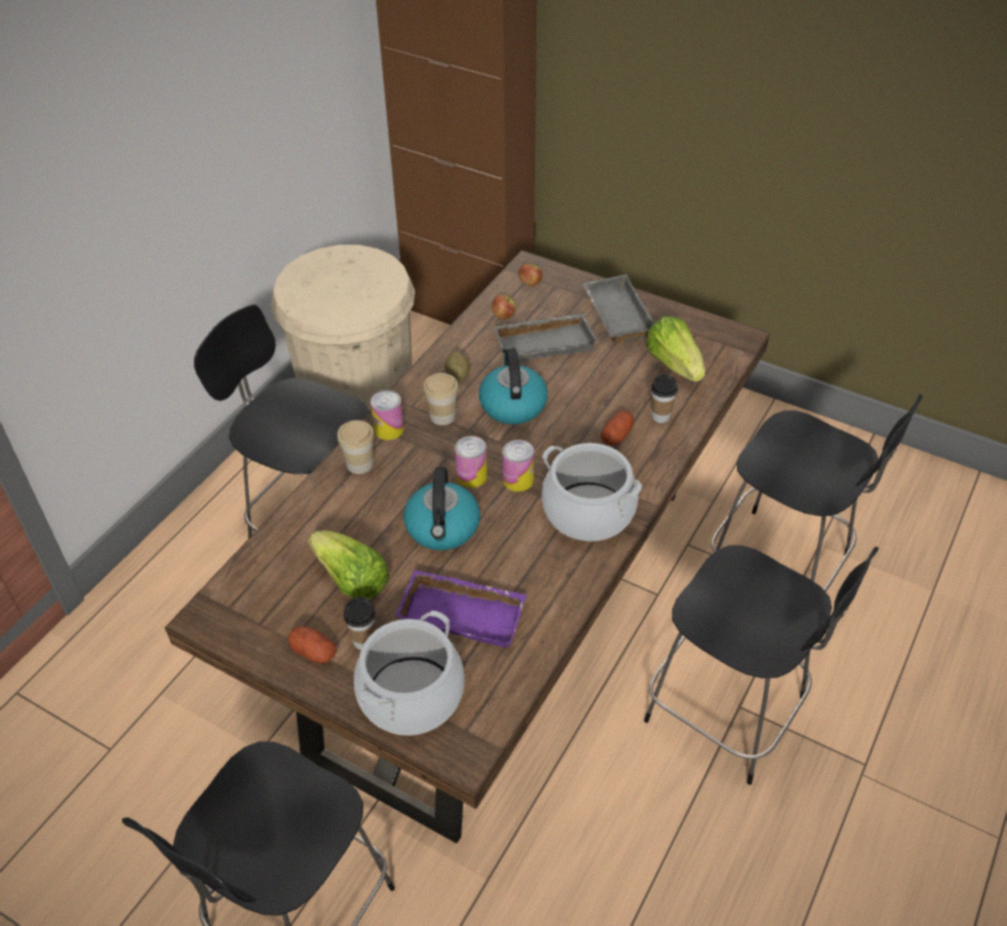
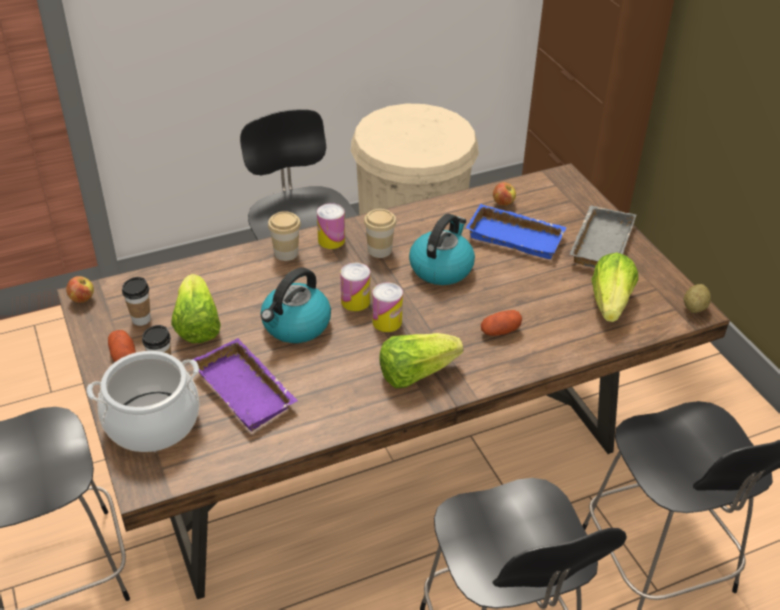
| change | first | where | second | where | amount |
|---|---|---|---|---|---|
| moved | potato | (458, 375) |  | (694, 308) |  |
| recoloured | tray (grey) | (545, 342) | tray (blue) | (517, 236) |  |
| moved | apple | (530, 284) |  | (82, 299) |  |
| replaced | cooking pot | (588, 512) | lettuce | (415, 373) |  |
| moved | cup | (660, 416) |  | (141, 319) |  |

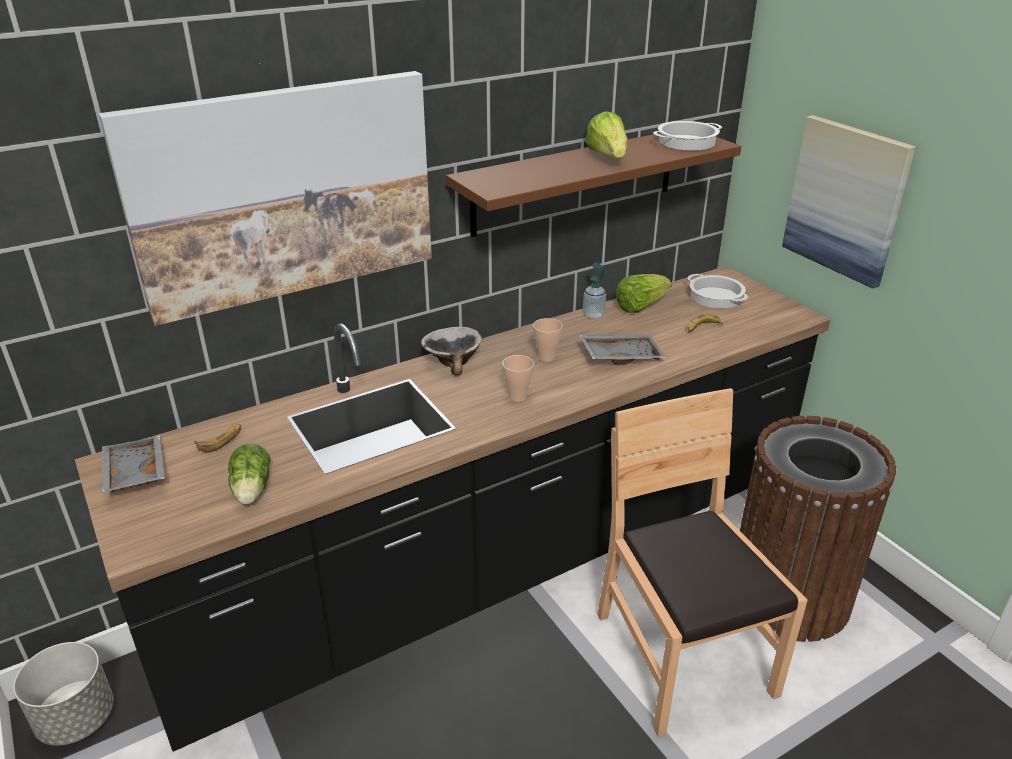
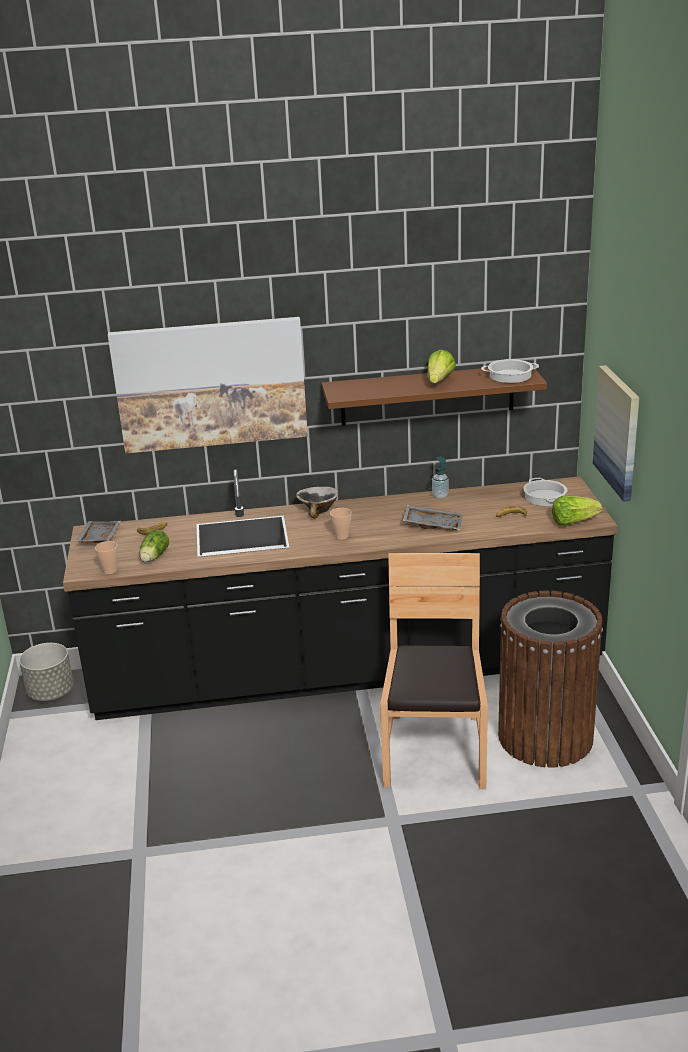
| change | first | where | second | where | amount |
|---|---|---|---|---|---|
| moved | cup | (546, 357) |  | (110, 571) |  |
| moved | lettuce | (640, 306) |  | (573, 522) |  |

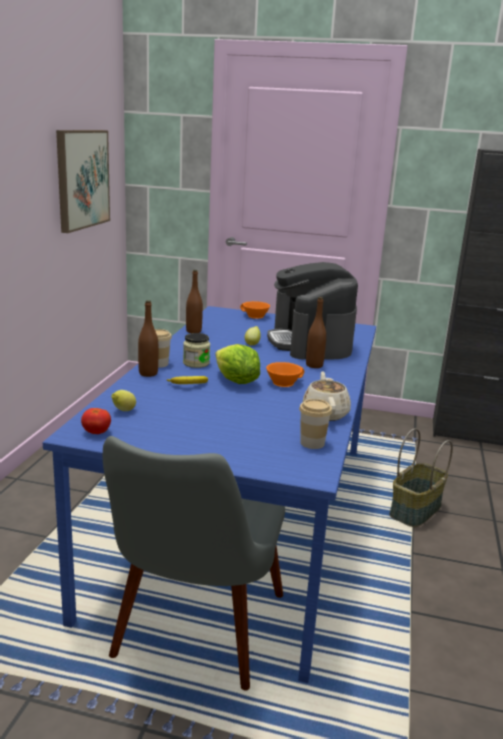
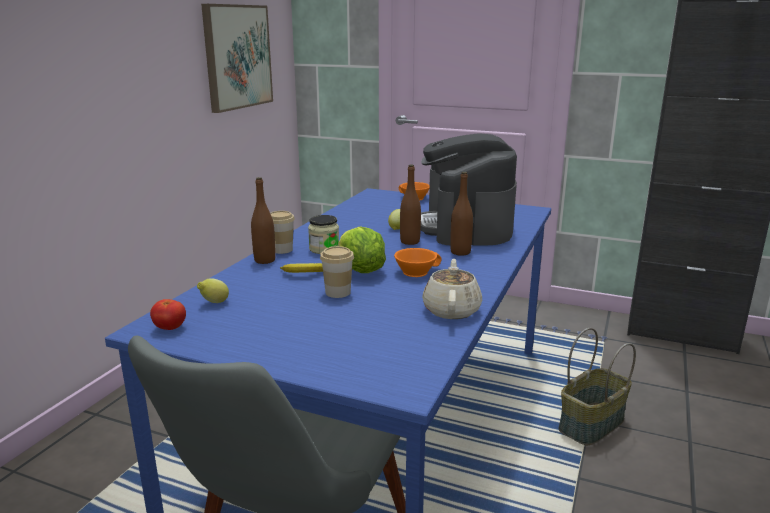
| change | first | where | second | where | amount |
|---|---|---|---|---|---|
| moved | bottle (brown) | (193, 331) |  | (410, 242) |  |
| moved | cup | (312, 443) |  | (338, 292) |  |

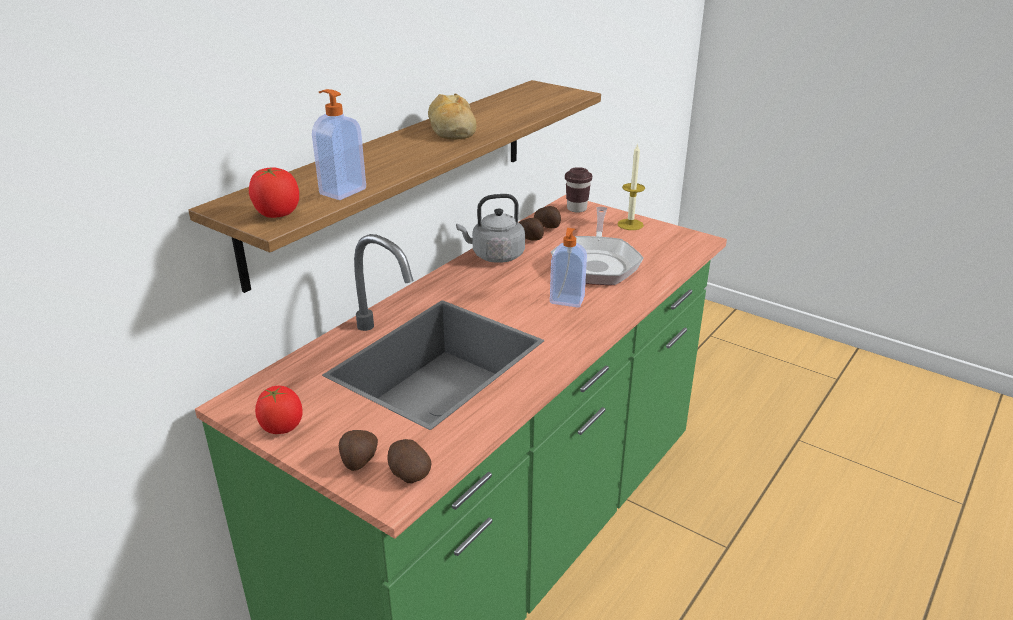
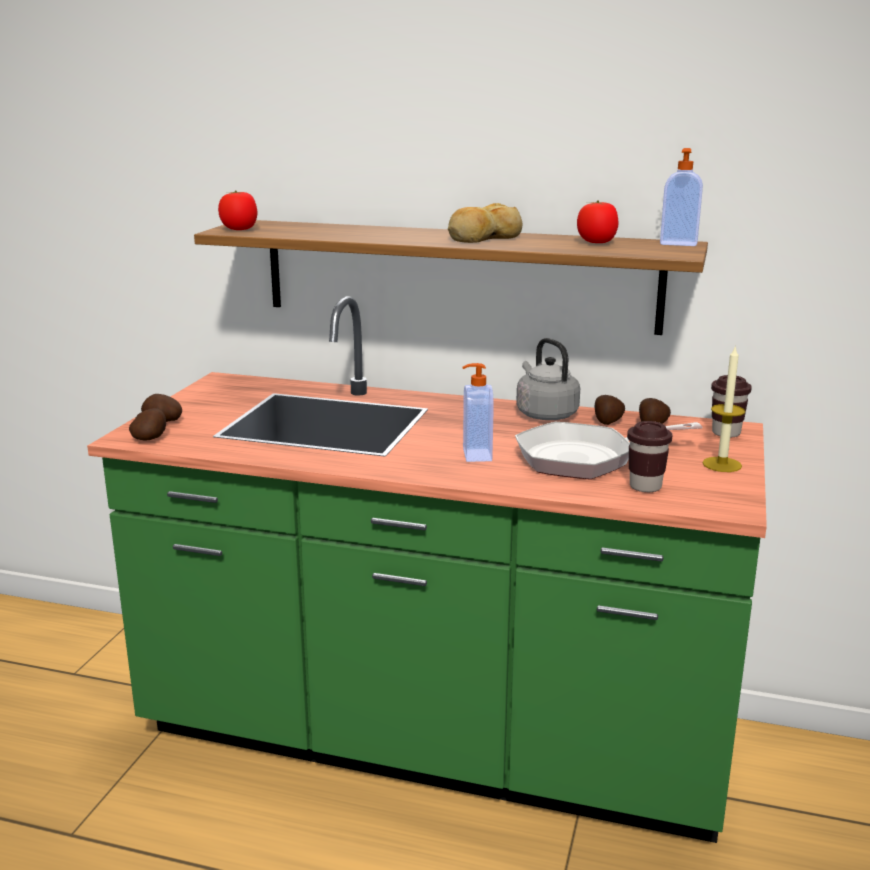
| change | first | where | second | where | amount |
|---|---|---|---|---|---|
| moved | tomato | (281, 427) |  | (597, 242) |  |
| moved | soap dispenser | (342, 191) |  | (678, 243) |  |
| added |  |  | cup (brown) | (645, 486) |  |

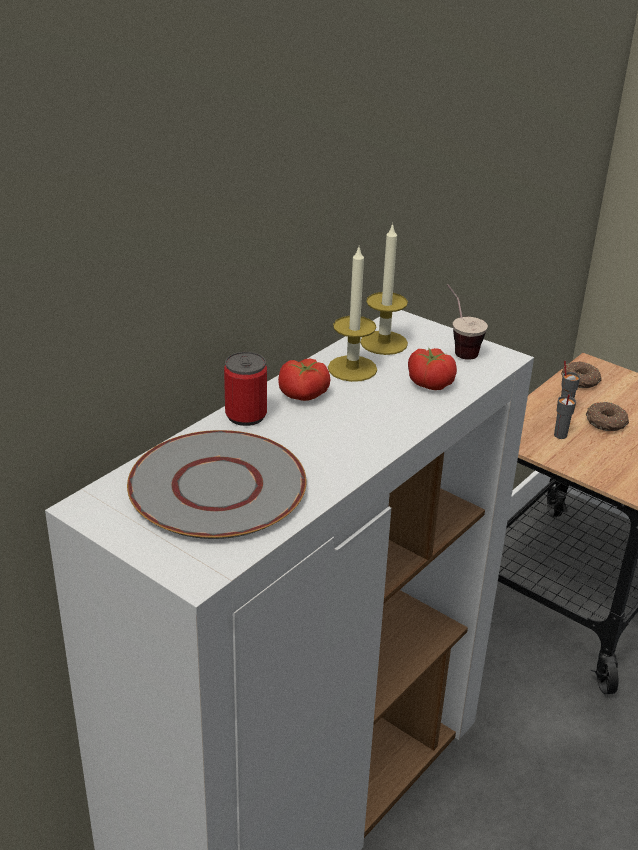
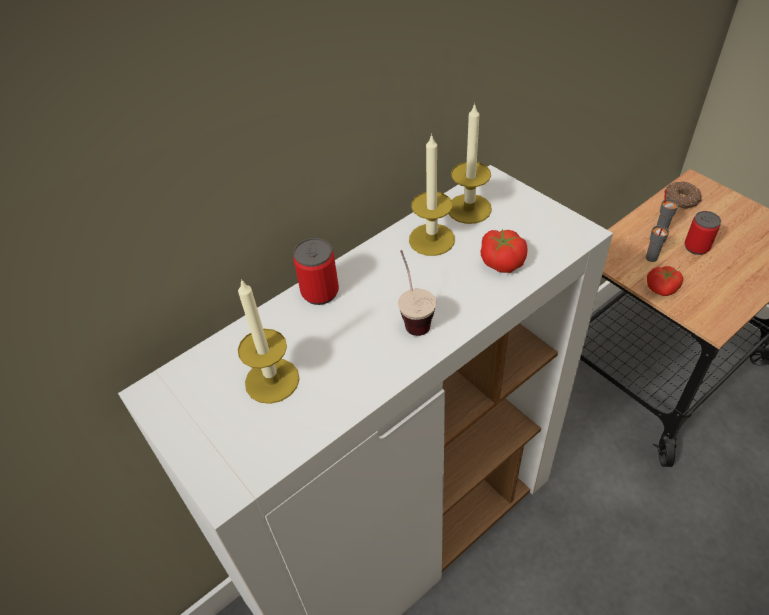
| change | first | where | second | where | amount |
|---|---|---|---|---|---|
| replaced | plate (grey) | (217, 488) | candle | (272, 380) |  |
| moved | tomato | (304, 395) |  | (662, 289) |  |
| moved | cup | (458, 348) |  | (413, 315) |  |
| replaced | donut | (605, 423) | can | (696, 247) |  |

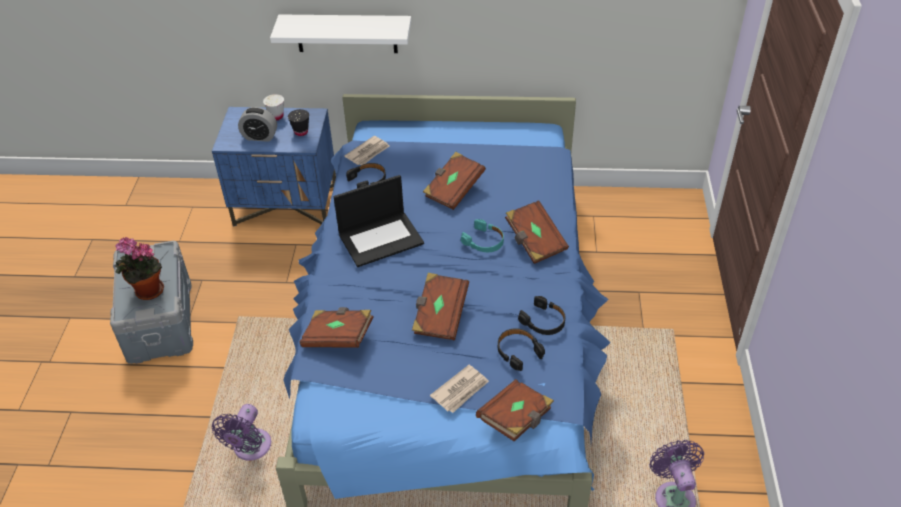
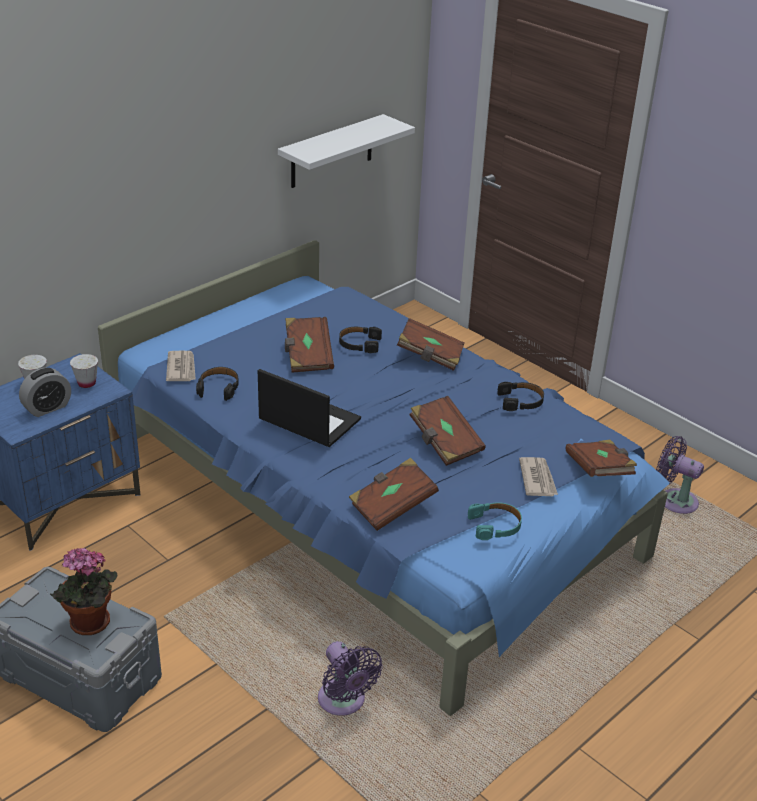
| change | first | where | second | where | amount |
|---|---|---|---|---|---|
| moved | shelf (white) | (346, 33) |  | (332, 152) |  |
| recoloured | cup (black) | (301, 132) | cup (white) | (86, 383) |  |
| turned | laptop | (381, 238) |  | (308, 420) | 75 degrees counterclockwise |
| moved | headphones (turquoise) | (484, 241) |  | (495, 526) |  |
| moved | headphones (black) | (518, 351) |  | (359, 344) |  |

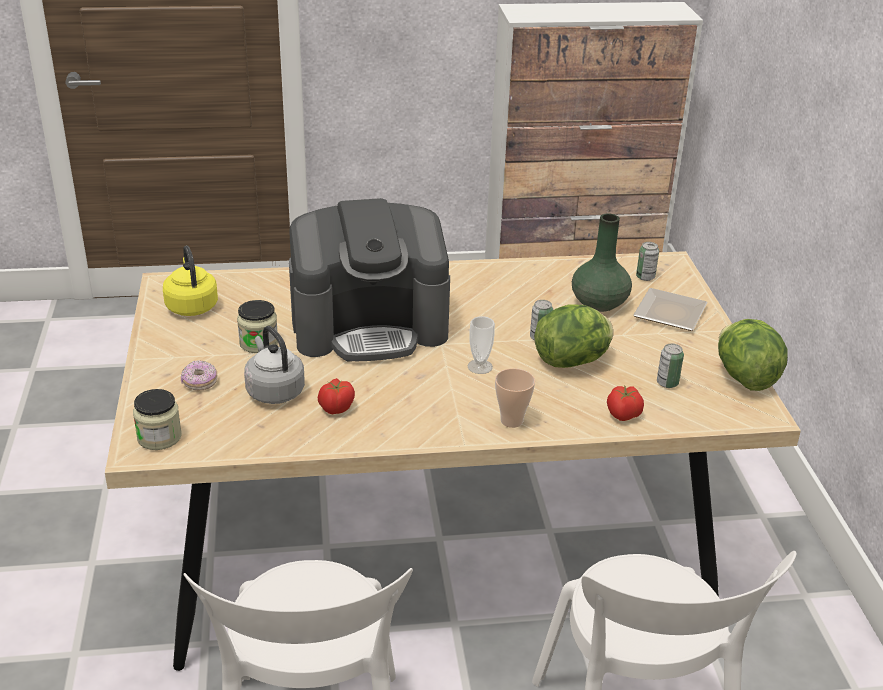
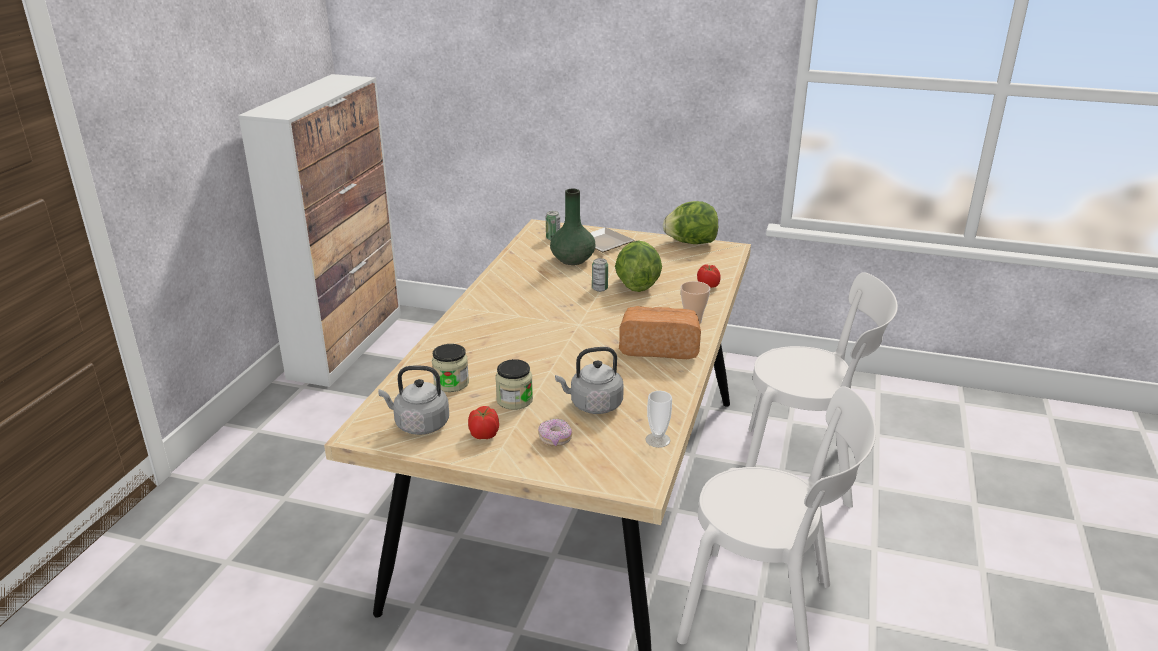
| change | first | where | second | where | amount |
|---|---|---|---|---|---|
| moved | jar | (159, 437) |  | (451, 383) |  |
| recoloured | kettle (yellow) | (191, 305) | kettle (grey) | (419, 424) |  |
| removed | coffee machine | (370, 326) |  |  |  |
| moved | tomato | (336, 408) |  | (483, 434) |  |
| moved | cup | (480, 366) |  | (657, 440) |  |
| removed | can | (667, 383) |  |  |  |
| added |  |  | bread | (659, 347) |  |

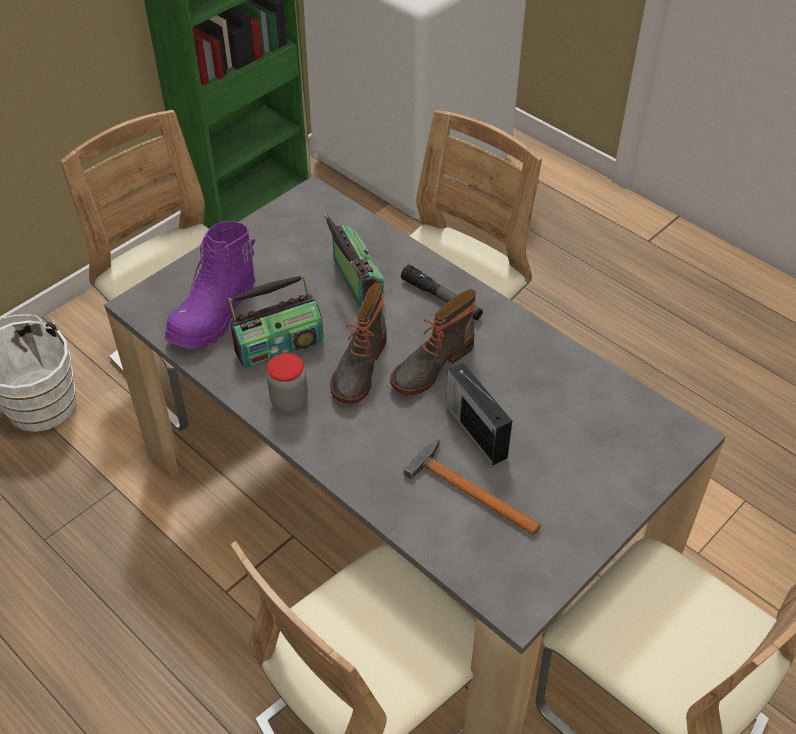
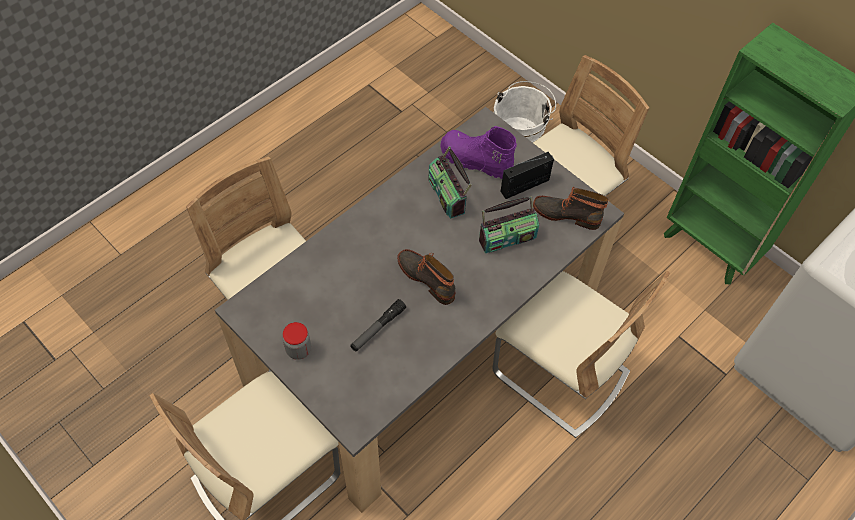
| change | first | where | second | where | amount |
|---|---|---|---|---|---|
| moved | jar | (289, 402) |  | (298, 350) |  |
| moved | boot | (358, 368) |  | (566, 214) |  |
| moved | flashlight | (441, 299) |  | (378, 328) |  |
| removed | hammer | (469, 489) |  |  |  |
| moved | radio | (475, 430) |  | (525, 185) |  |

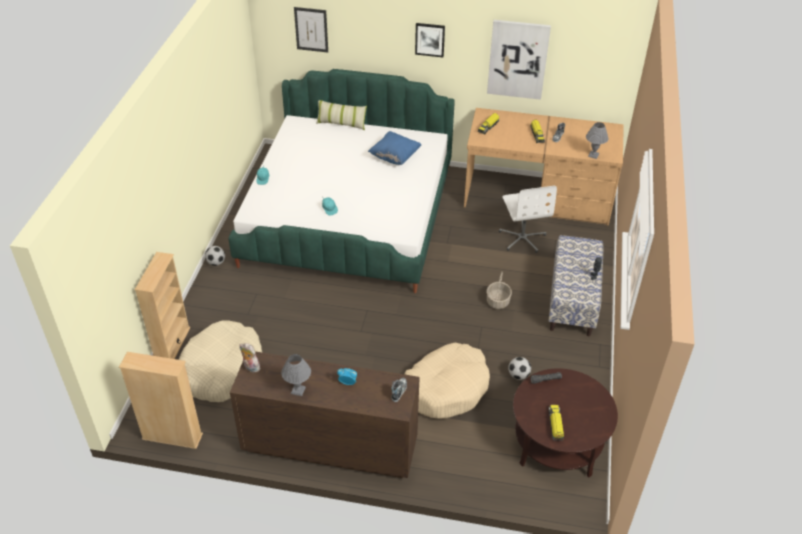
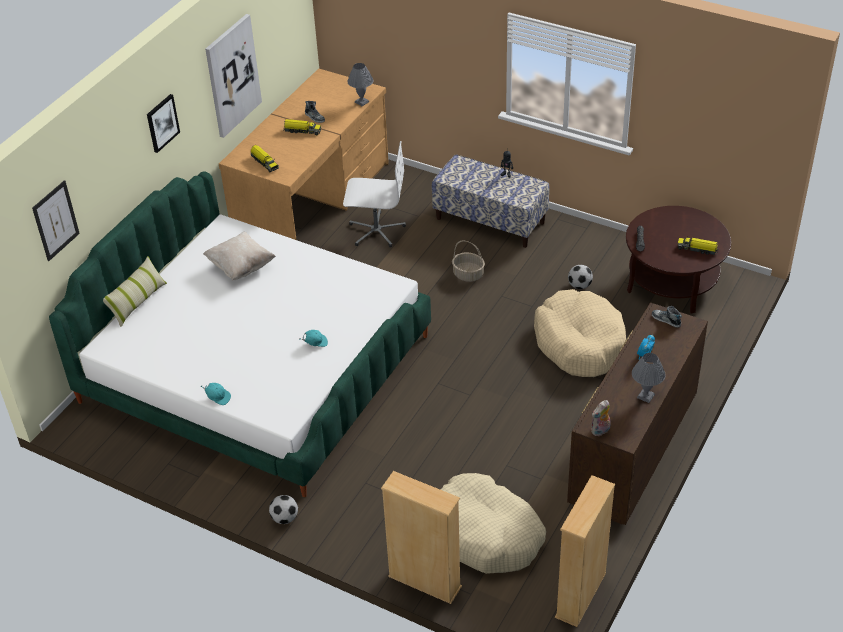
| change | first | where | second | where | amount |
|---|---|---|---|---|---|
| recoloured | pillow (blue) | (395, 157) | pillow (beige) | (241, 267) |  |

